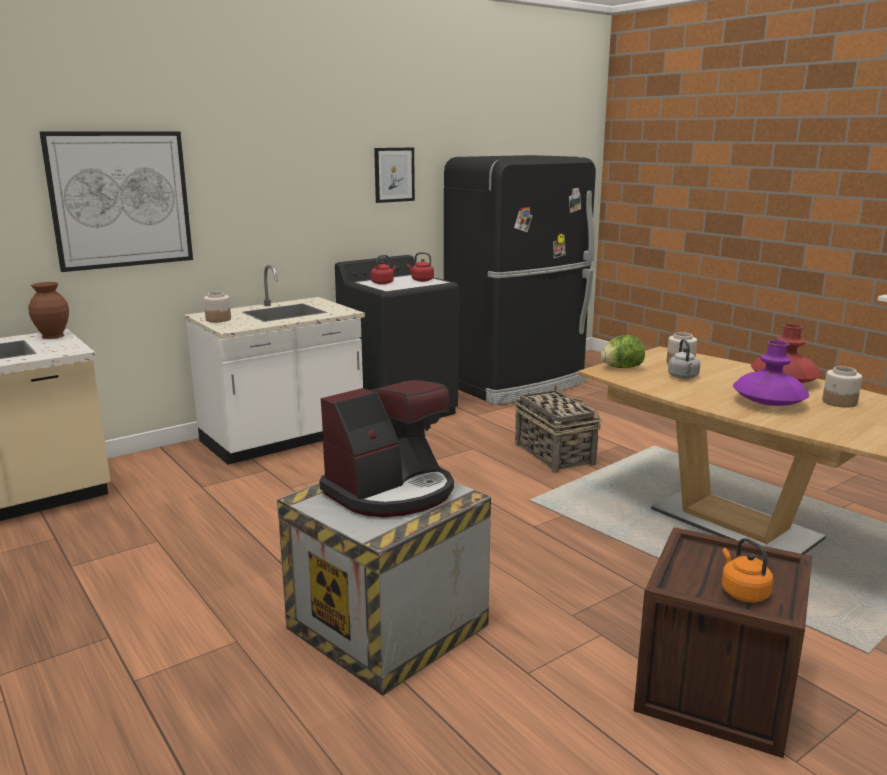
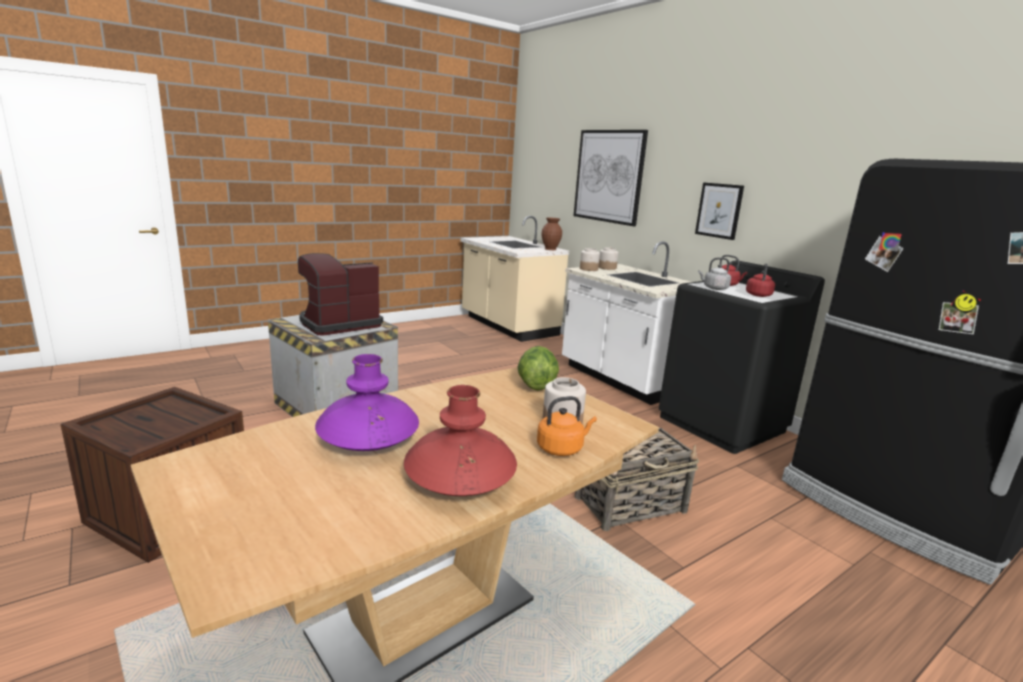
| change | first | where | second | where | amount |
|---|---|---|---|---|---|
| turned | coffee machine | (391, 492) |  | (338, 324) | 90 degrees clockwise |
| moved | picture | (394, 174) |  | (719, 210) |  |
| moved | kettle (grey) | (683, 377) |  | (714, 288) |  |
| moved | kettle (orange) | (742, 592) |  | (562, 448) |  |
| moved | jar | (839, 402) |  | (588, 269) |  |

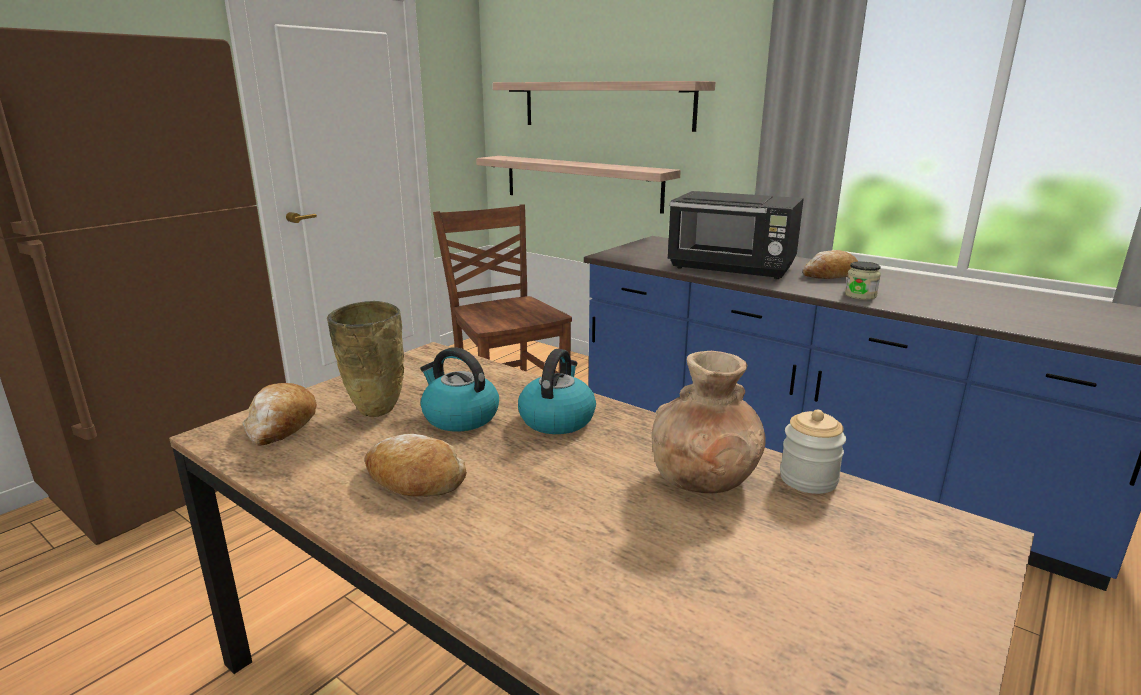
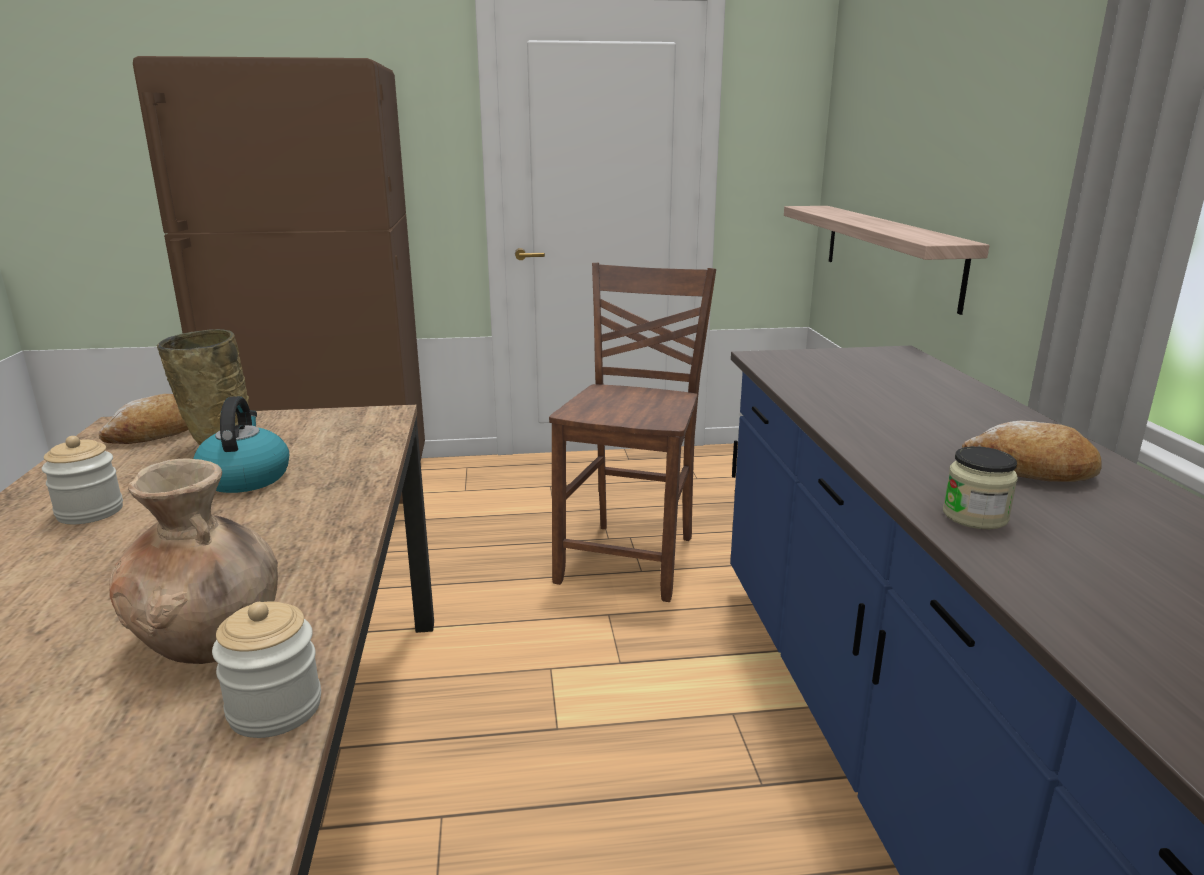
| change | first | where | second | where | amount |
|---|---|---|---|---|---|
| replaced | bread | (415, 479) | jar | (90, 512) |  |
| removed | shelf | (605, 105) |  |  |  |
| removed | kettle | (557, 419) |  |  |  |
| removed | microwave (black) | (733, 268) |  |  |  |

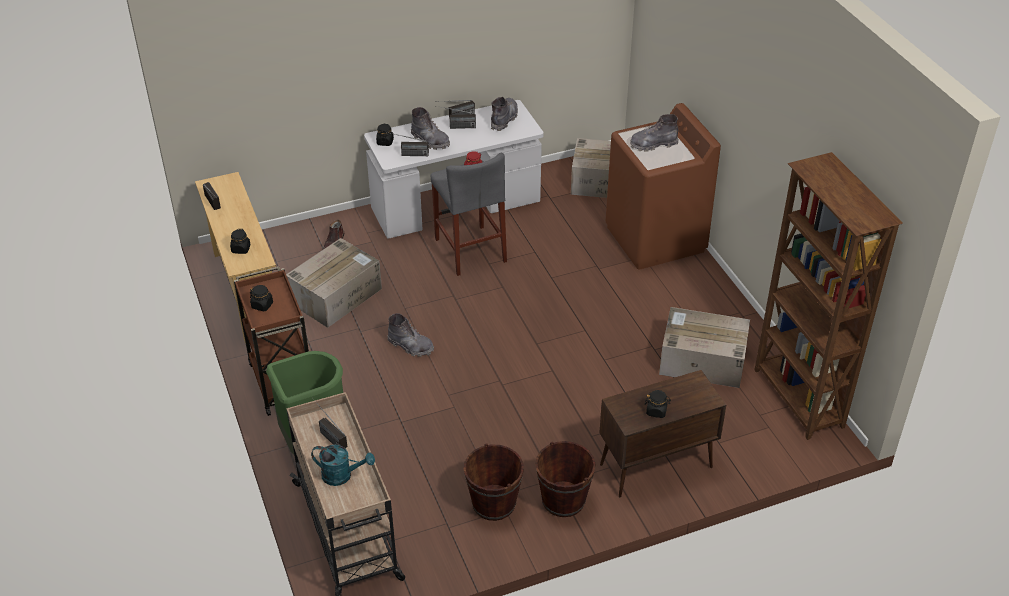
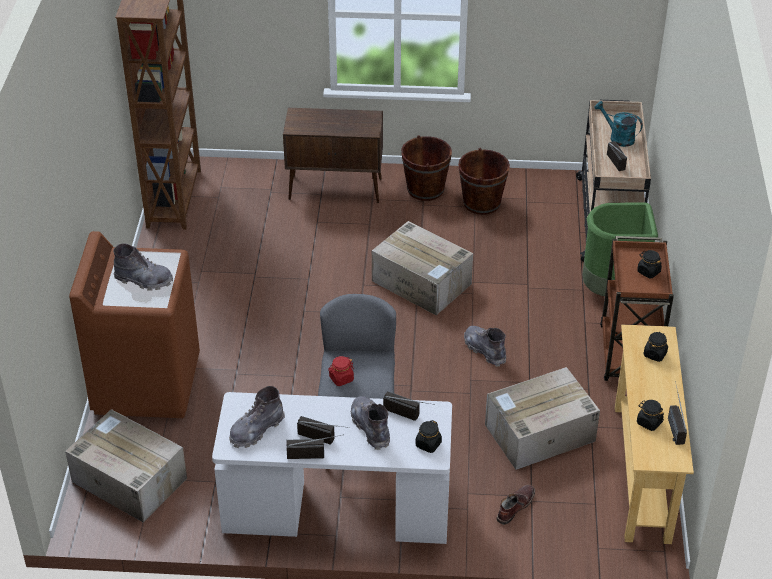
| change | first | where | second | where | amount |
|---|---|---|---|---|---|
| moved | jar (black) | (656, 411) |  | (649, 422) |  |
| moved | cardboard box | (701, 361) |  | (422, 283) |  |

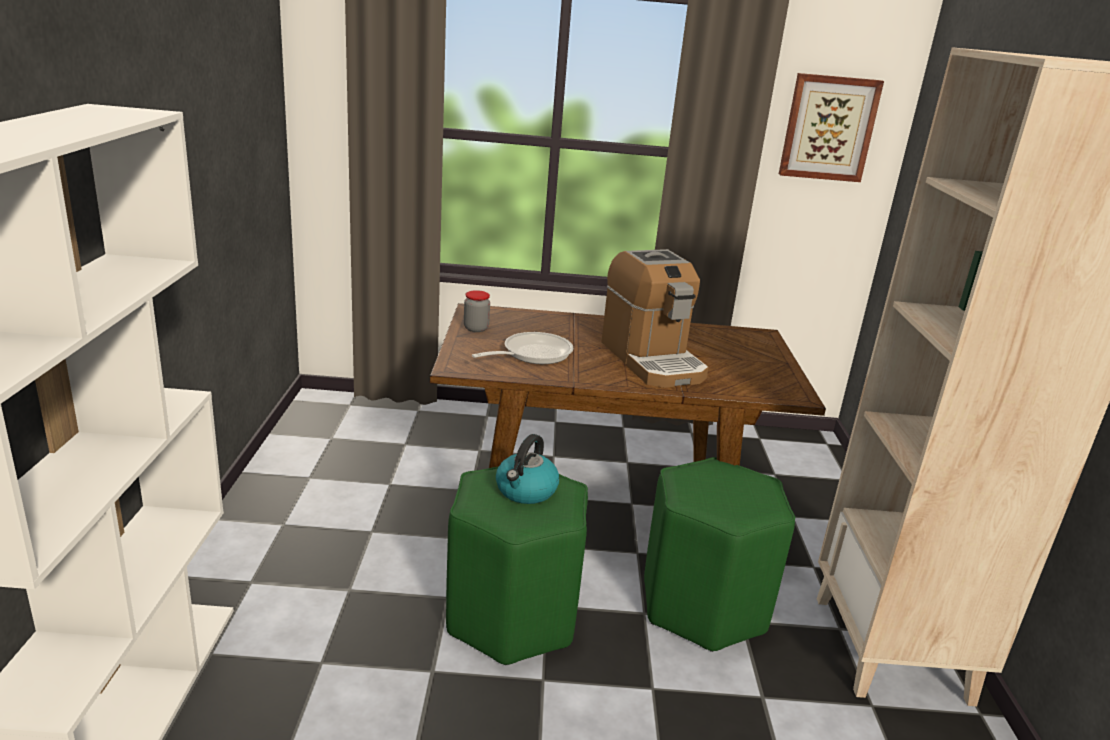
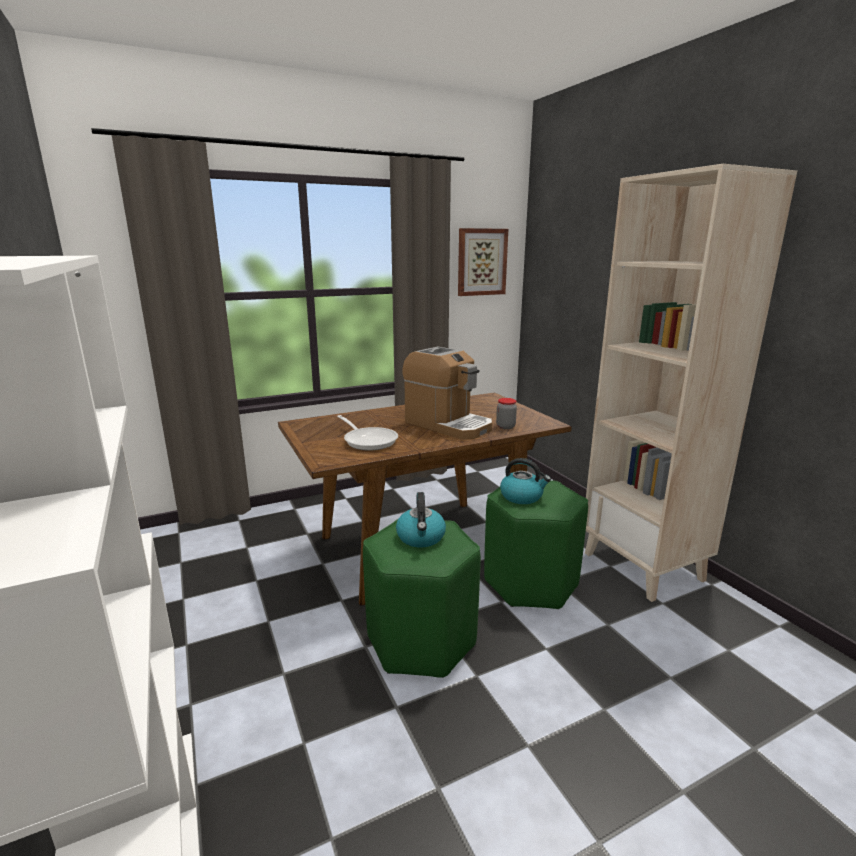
| change | first | where | second | where | amount |
|---|---|---|---|---|---|
| moved | jar | (476, 328) |  | (505, 426) |  |
| turned | frying pan | (532, 354) |  | (368, 440) | 120 degrees clockwise |
| added |  |  | kettle | (522, 496) |  |

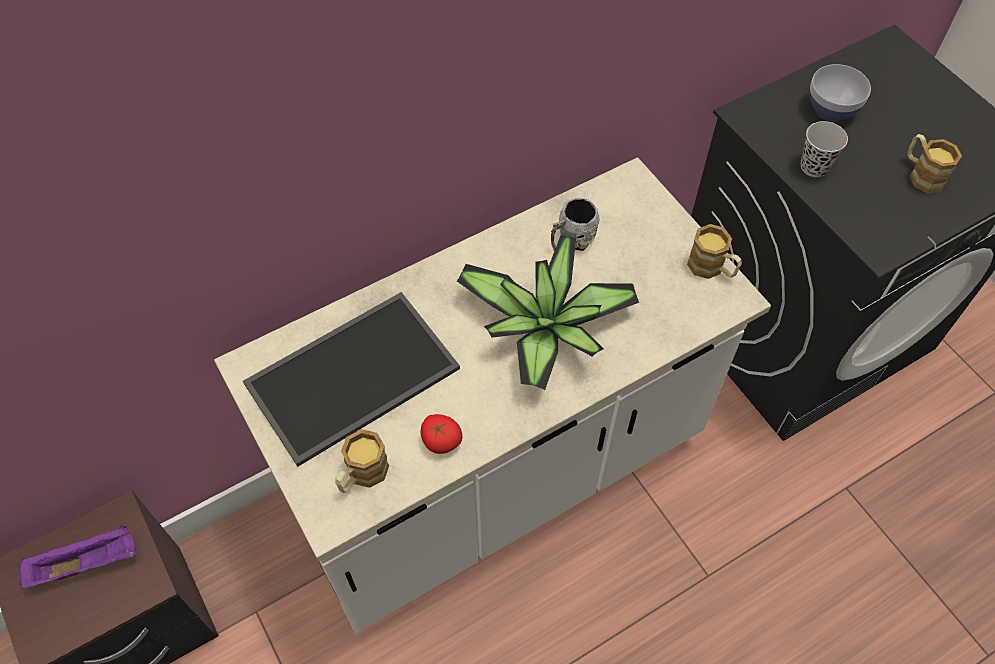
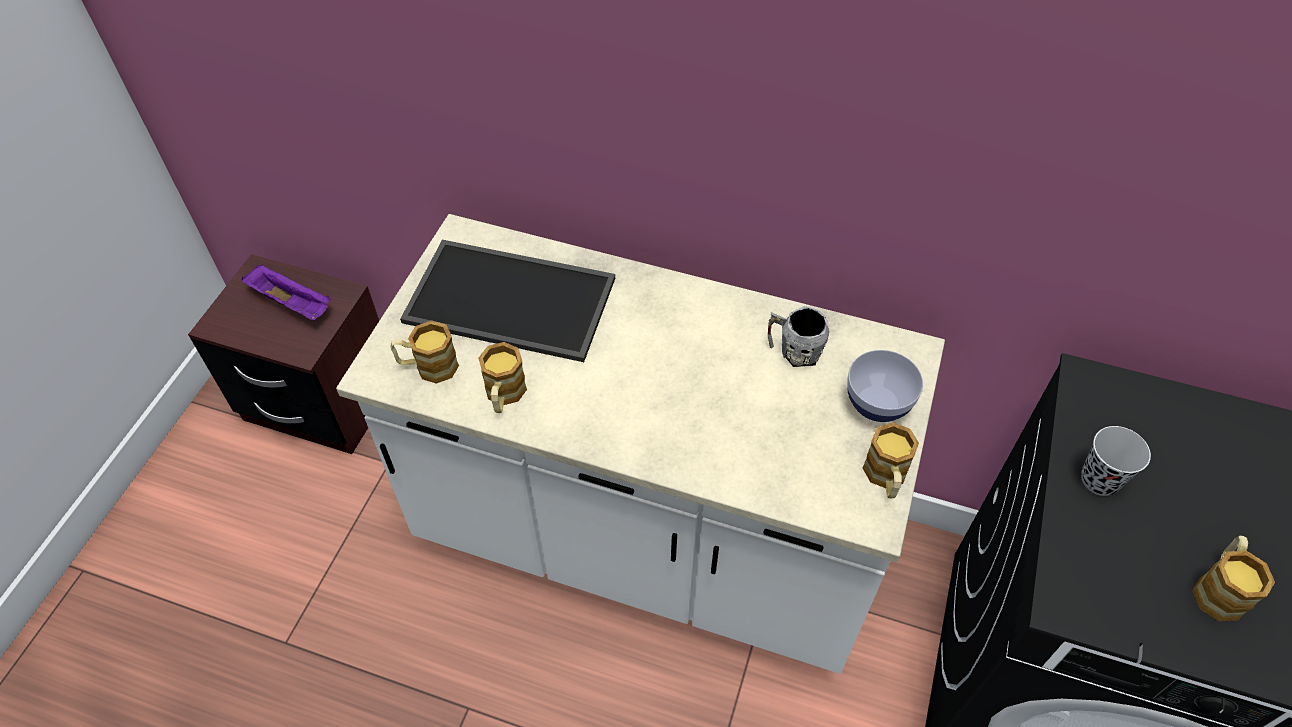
| change | first | where | second | where | amount |
|---|---|---|---|---|---|
| replaced | tomato | (440, 441) | mug | (504, 395) |  |
| removed | potted plant | (546, 330) |  |  |  |
| moved | bowl | (831, 109) |  | (877, 404) |  |

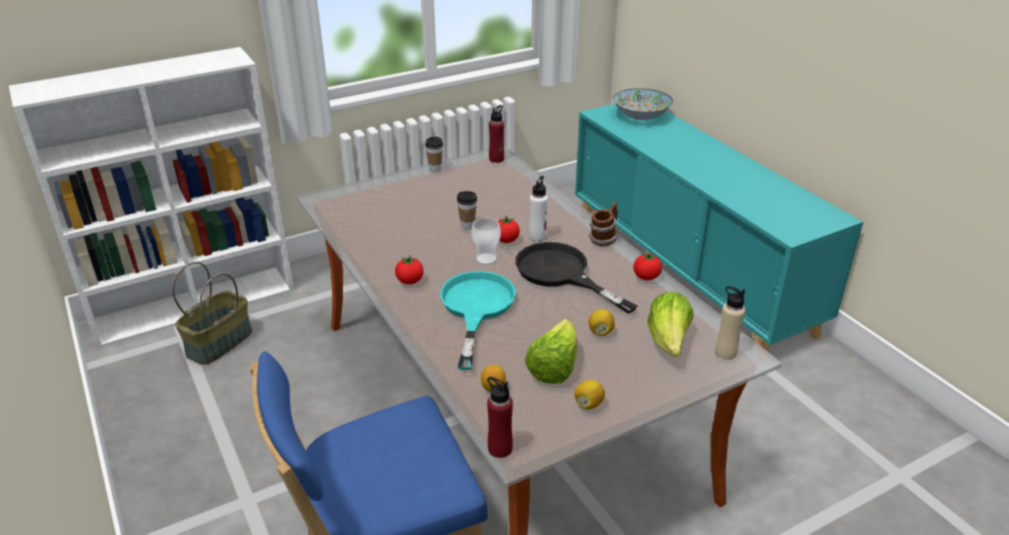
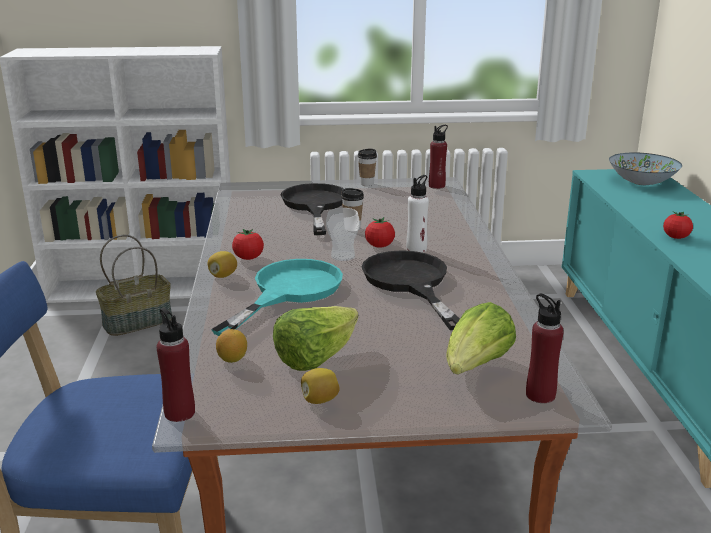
| change | first | where | second | where | amount |
|---|---|---|---|---|---|
| moved | lemon | (600, 331) |  | (223, 276) |  |
| removed | mug | (603, 239) |  |  |  |
| moved | tomato | (646, 277) |  | (676, 237) |  |
| recoloured | bottle (beige) | (725, 352) | bottle (red) | (540, 395) |  |
| added |  |  | frying pan (black) | (315, 205) |  |

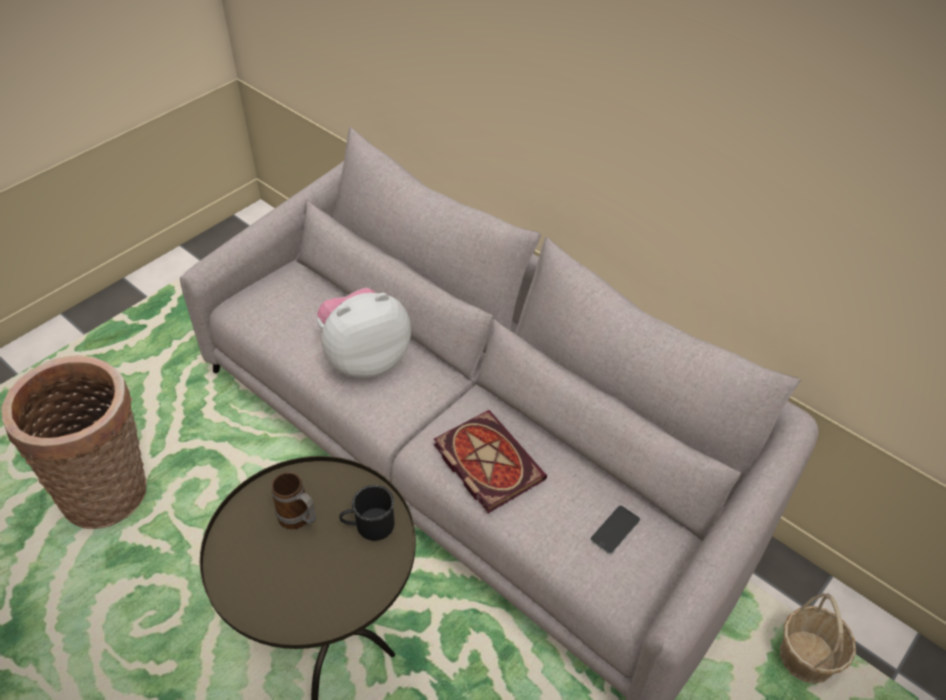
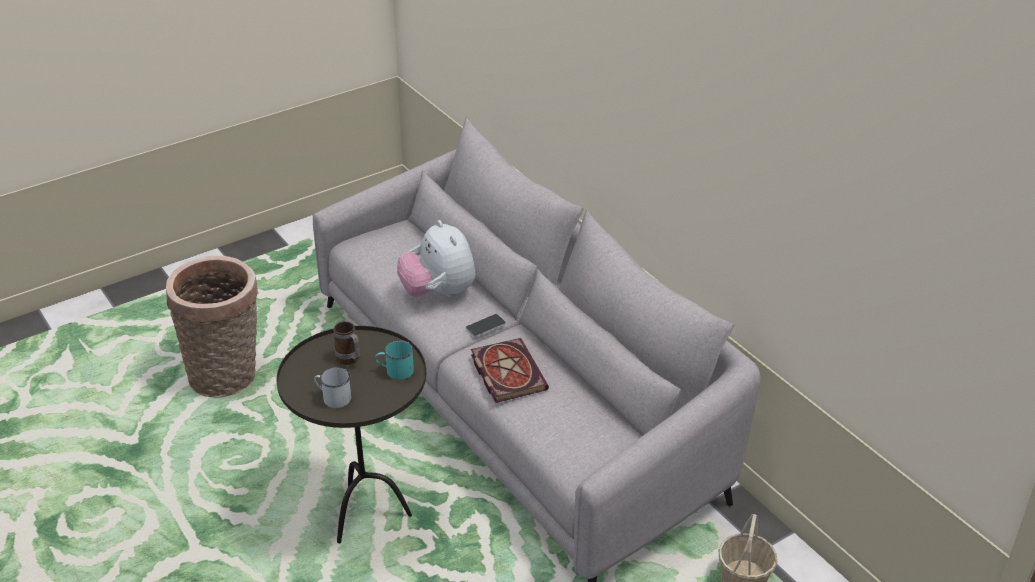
| change | first | where | second | where | amount |
|---|---|---|---|---|---|
| turned | plush toy | (365, 358) |  | (438, 293) | 105 degrees counterclockwise |
| recoloured | mug (black) | (369, 526) | mug (turquoise) | (395, 371) |  |
| moved | phone | (615, 529) |  | (485, 325) |  |
| added |  |  | mug (white) | (333, 398) |  |

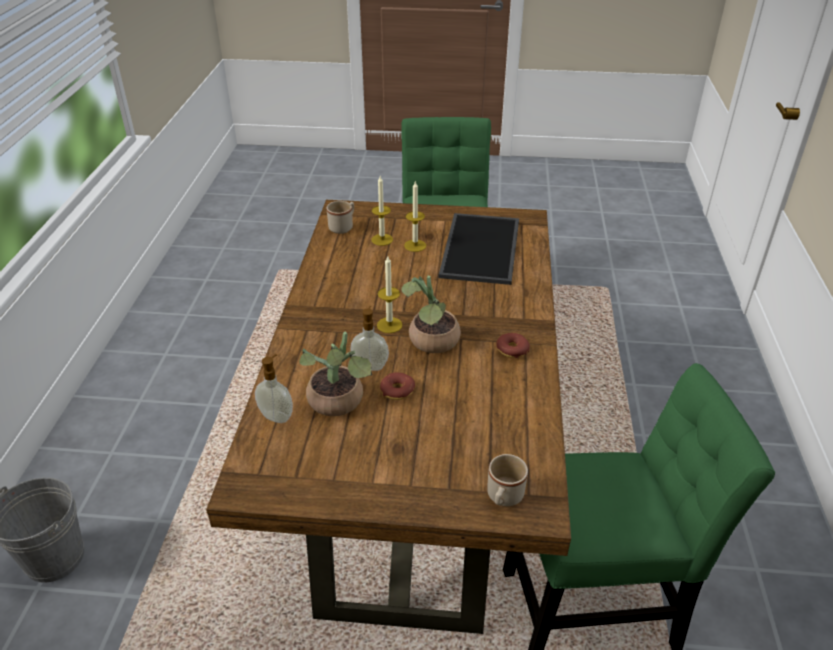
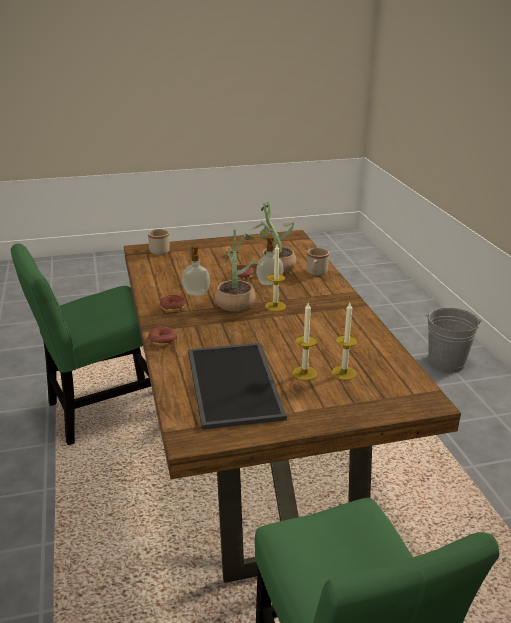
| change | first | where | second | where | amount |
|---|---|---|---|---|---|
| moved | soap dispenser | (277, 416) |  | (196, 294) |  |
| moved | mug (beige) | (343, 227) |  | (316, 273) |  |
| added |  |  | donut | (162, 340) |  |

